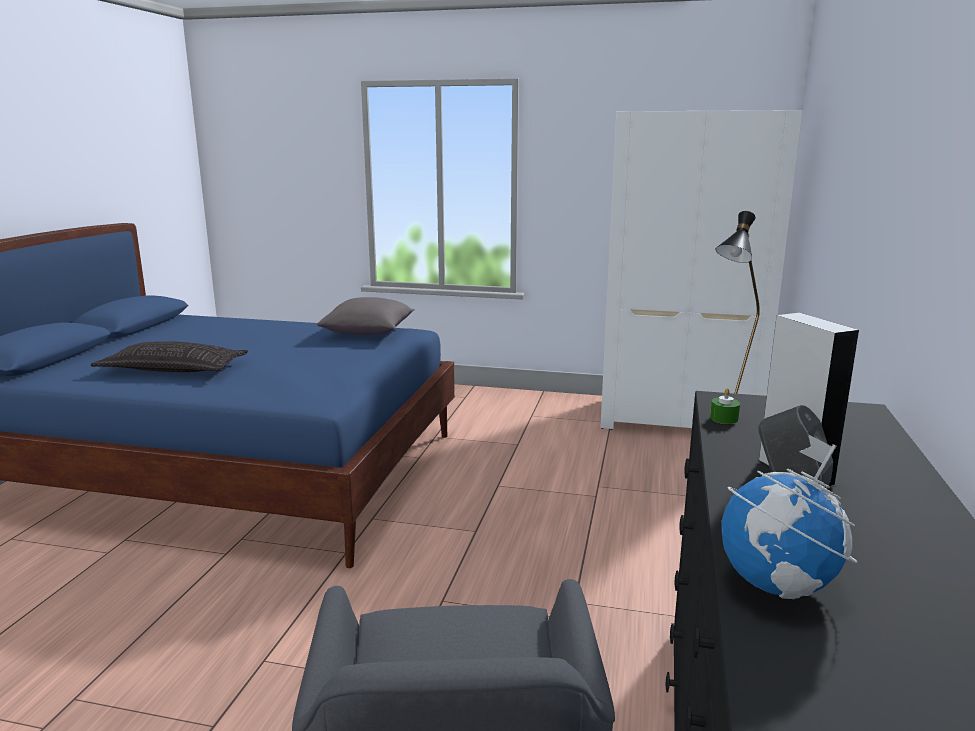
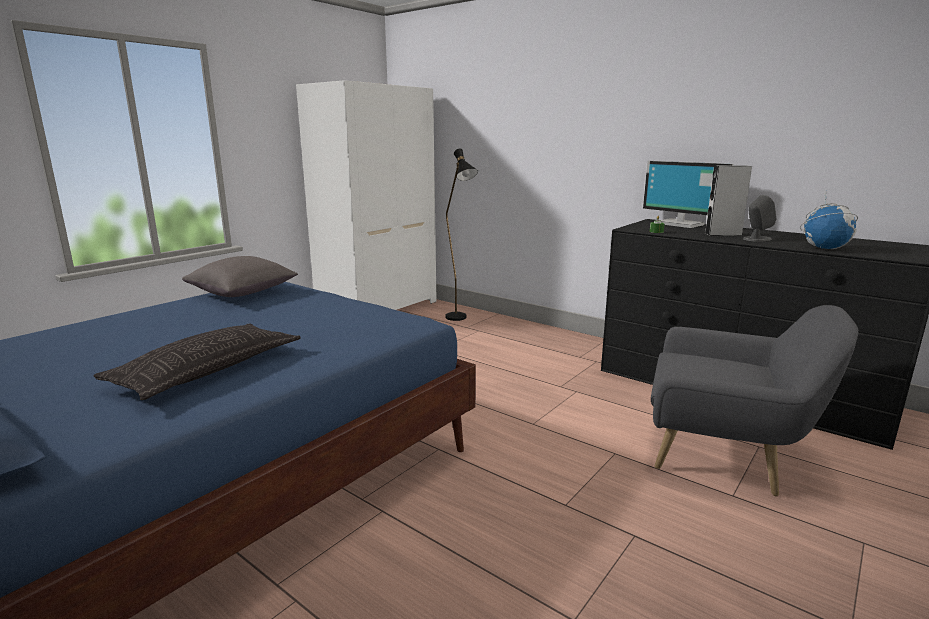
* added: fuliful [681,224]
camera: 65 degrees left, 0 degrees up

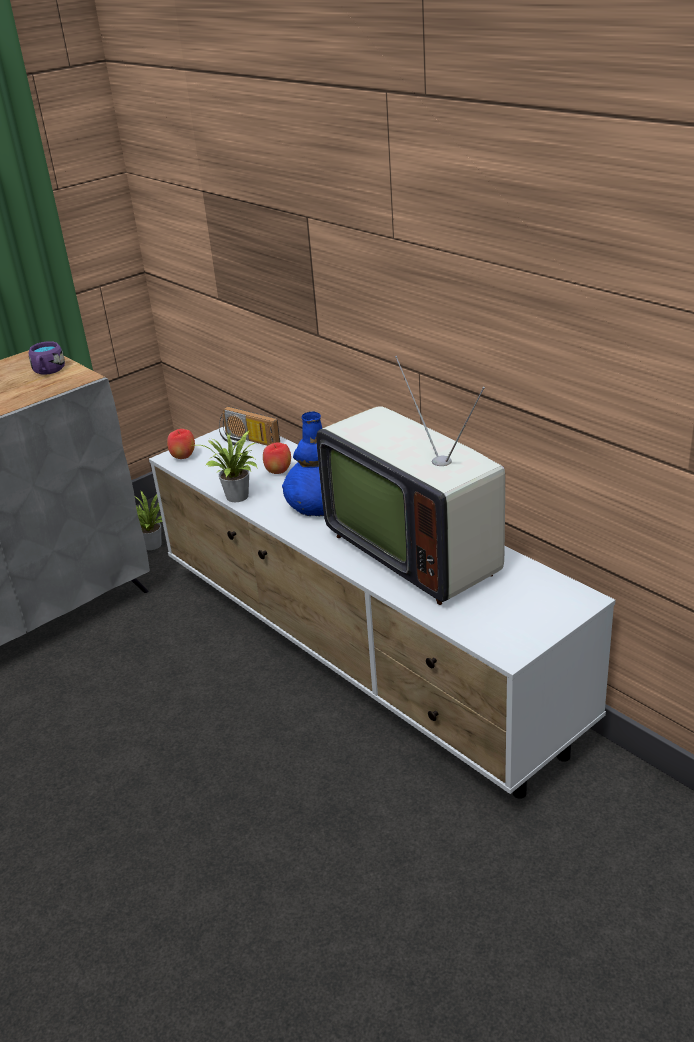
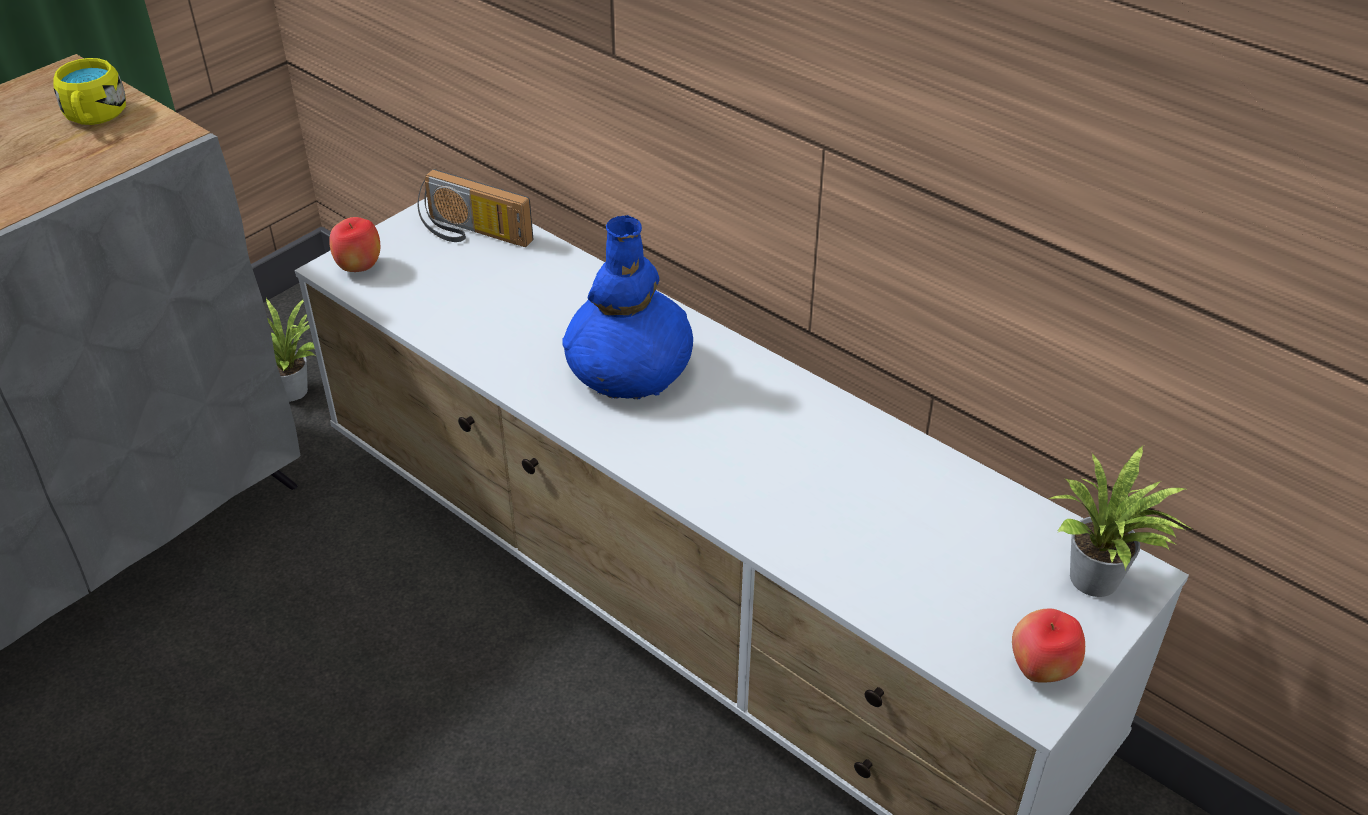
* removed: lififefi [416,550]
* moved: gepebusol [238,498] to [1098,583]
* moved: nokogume [278,472] to [1041,670]
* recoloured: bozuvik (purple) [48,371] to bozuvik (yellow) [94,117]
camera: 10 degrees left, 10 degrees up

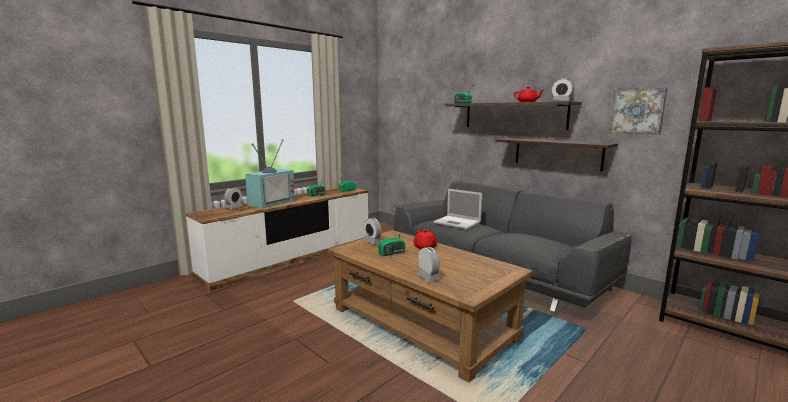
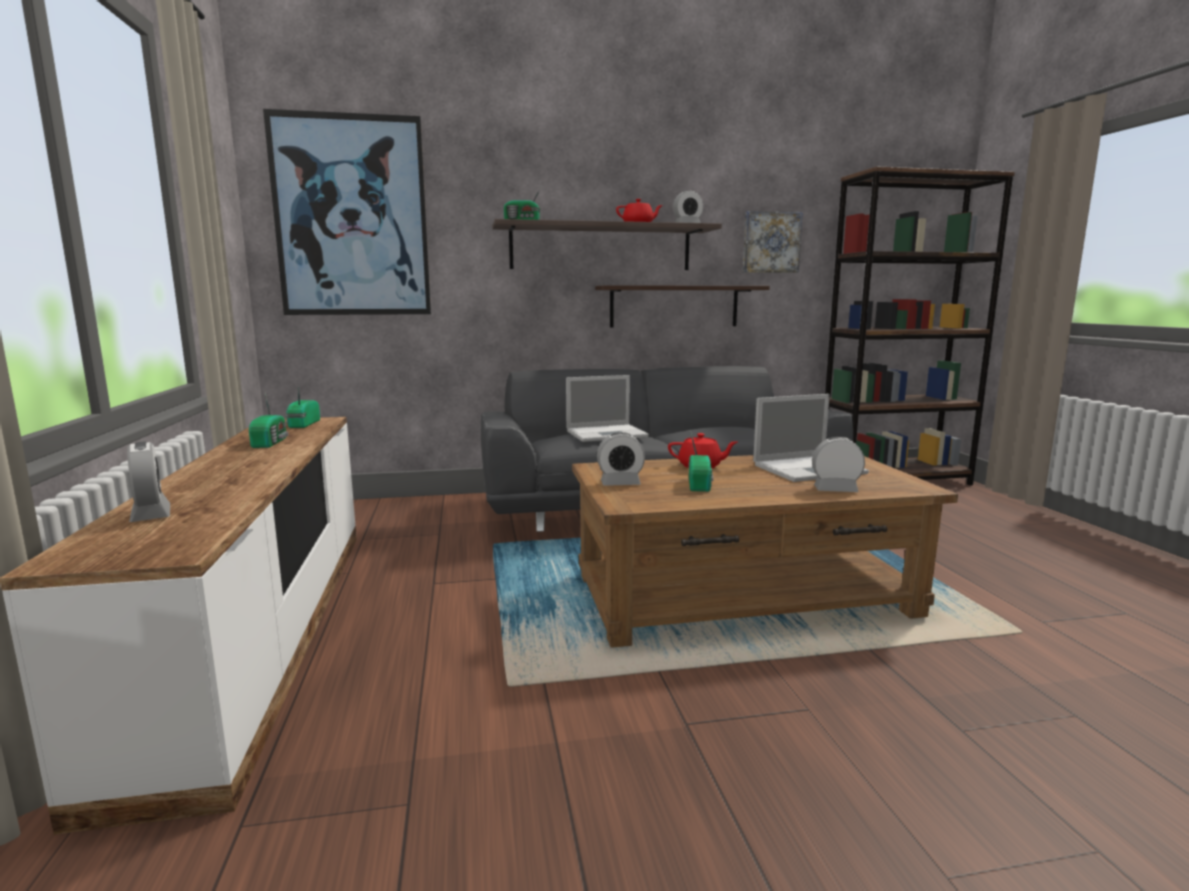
* removed: lififefi [271,202]
* added: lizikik [352,217]
* added: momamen [810,469]
camera: 55 degrees left, 0 degrees up

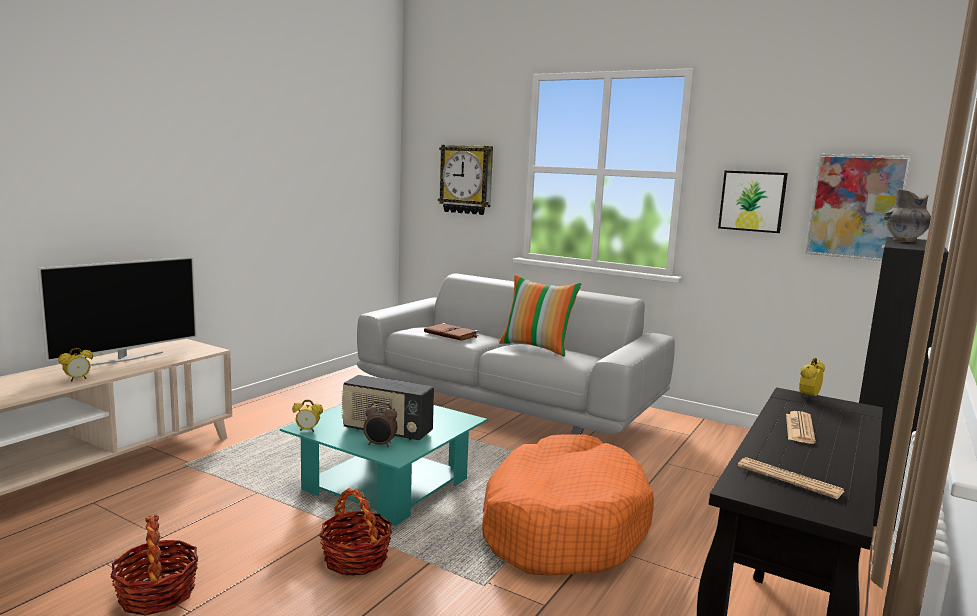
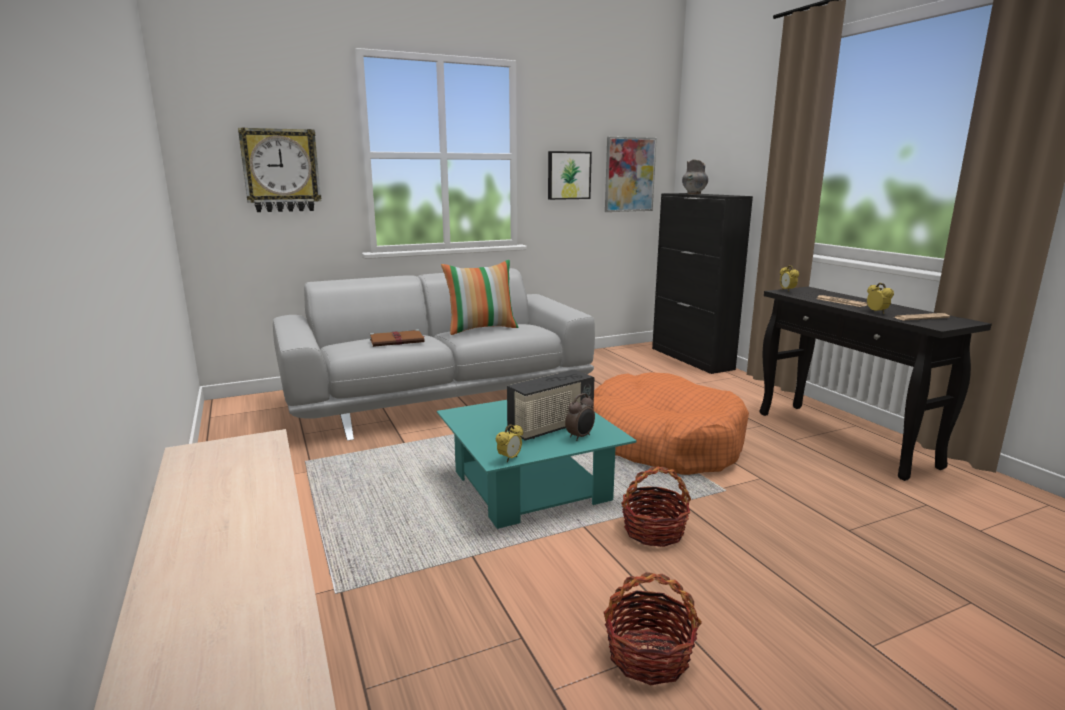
* removed: lififefi [125,359]
* moved: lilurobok [77,379] to [877,312]
camera: 55 degrees left, 5 degrees up

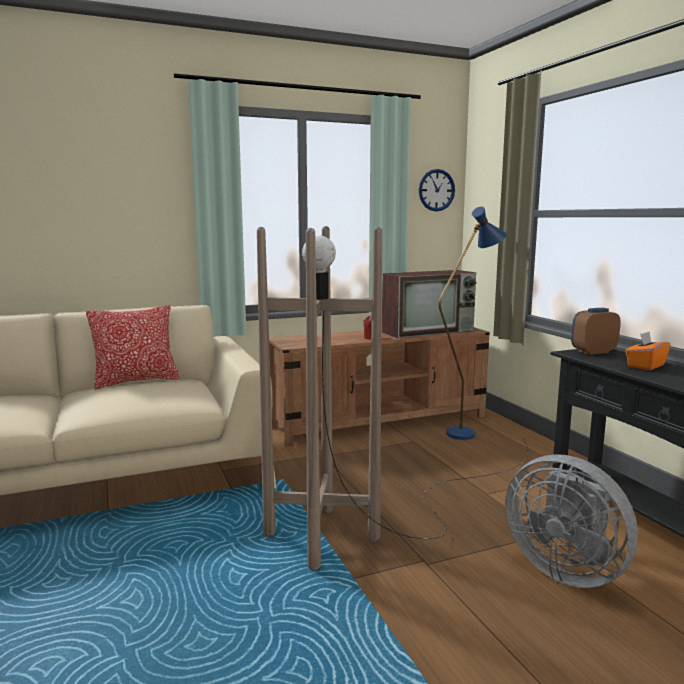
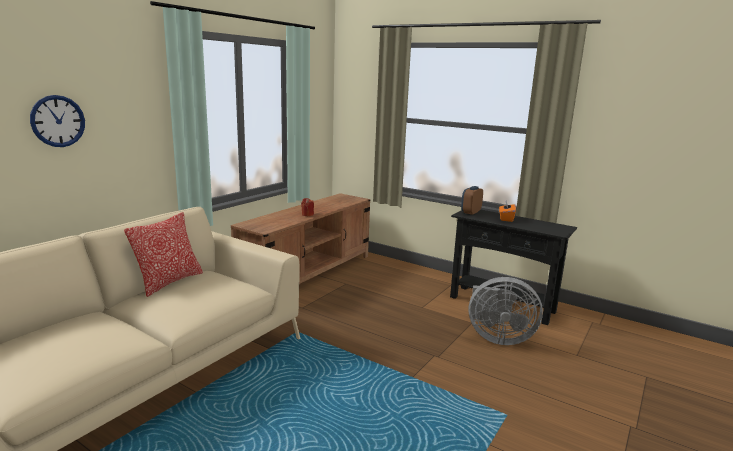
* removed: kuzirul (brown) [396,514]
* removed: lififefi [429,331]
* removed: kuzirul (blue) [468,432]
* moved: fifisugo [436,190] to [58,121]
camera: 35 degrees left, 5 degrees up

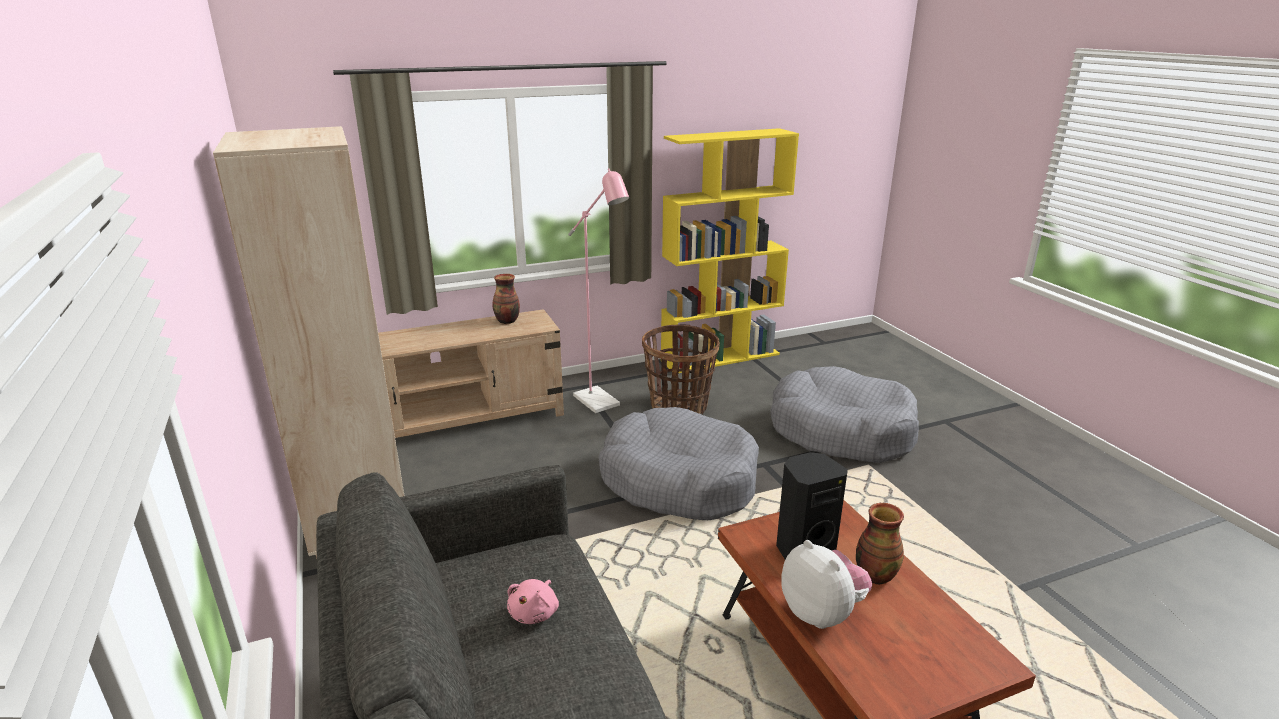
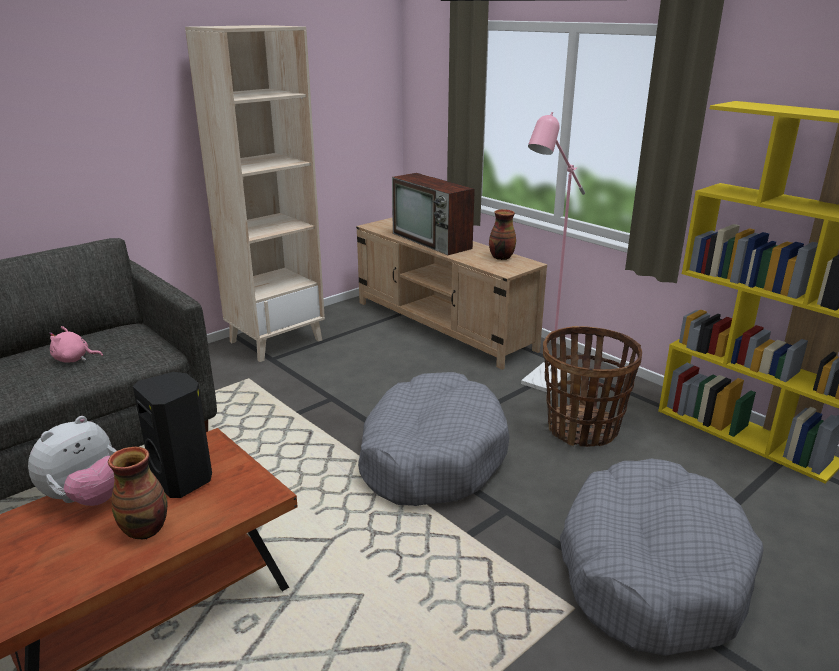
* added: lififefi [433,241]
camera: 70 degrees right, 0 degrees up

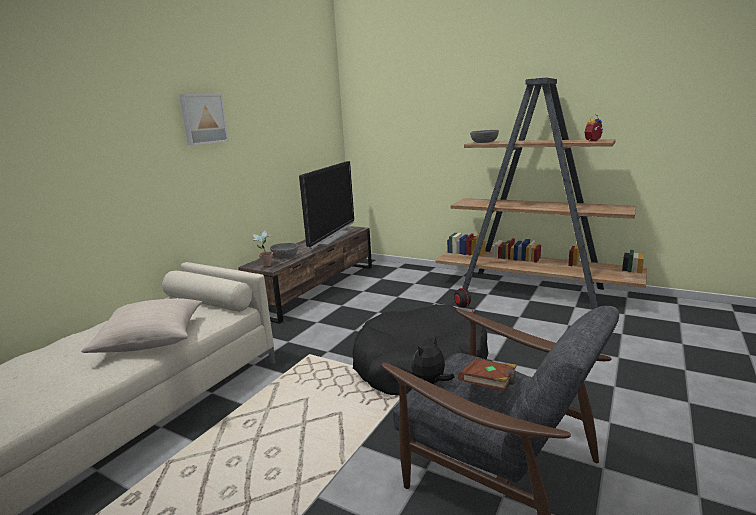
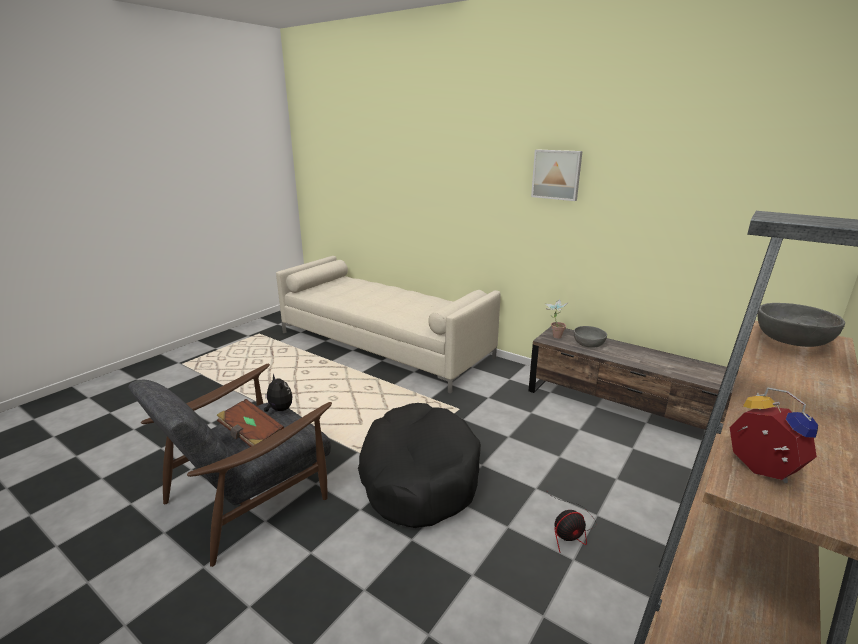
* removed: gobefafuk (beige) [151,339]
* removed: lififefi [330,238]
camera: 95 degrees right, 5 degrees up

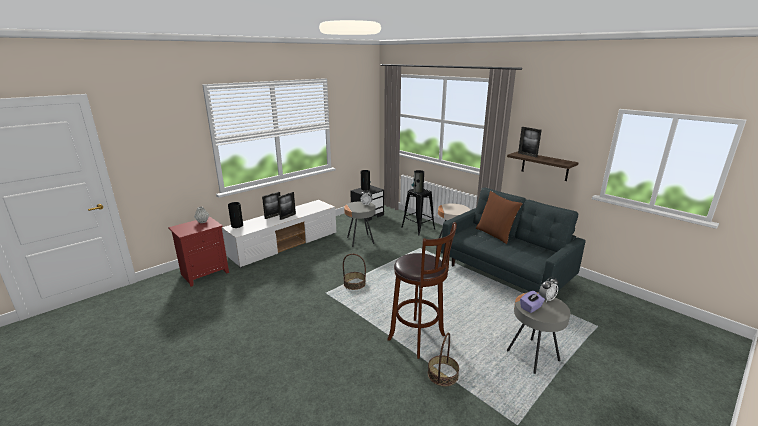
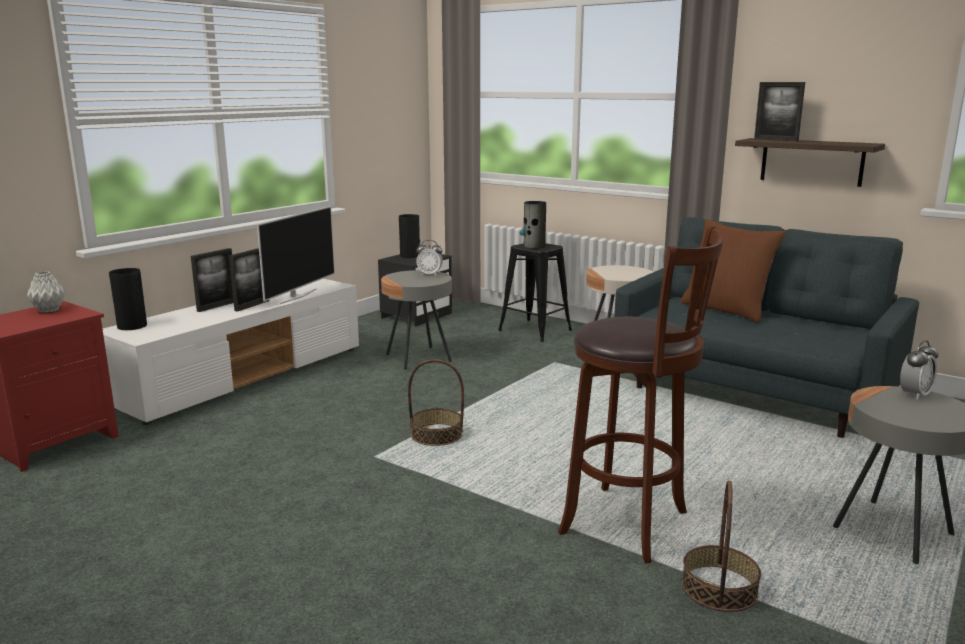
* removed: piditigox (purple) [531,307]
* added: lififefi [297,296]
camera: 10 degrees left, 5 degrees down

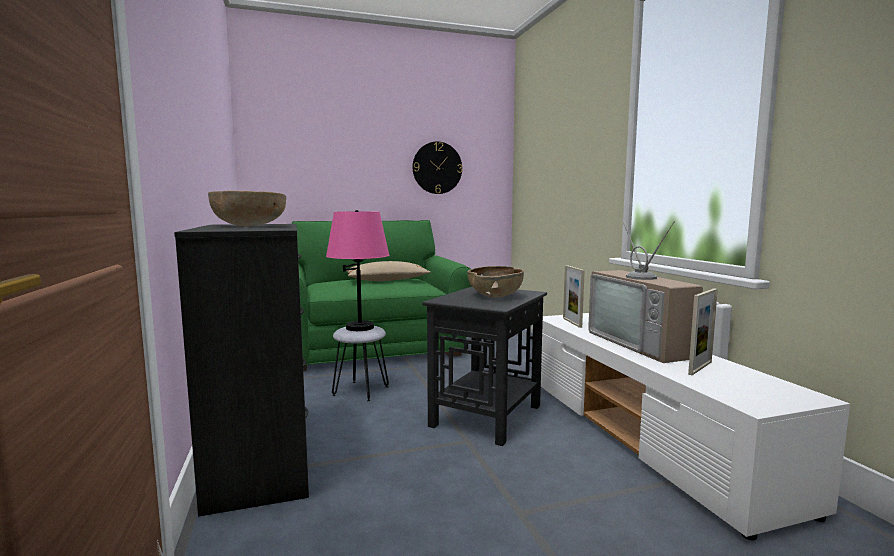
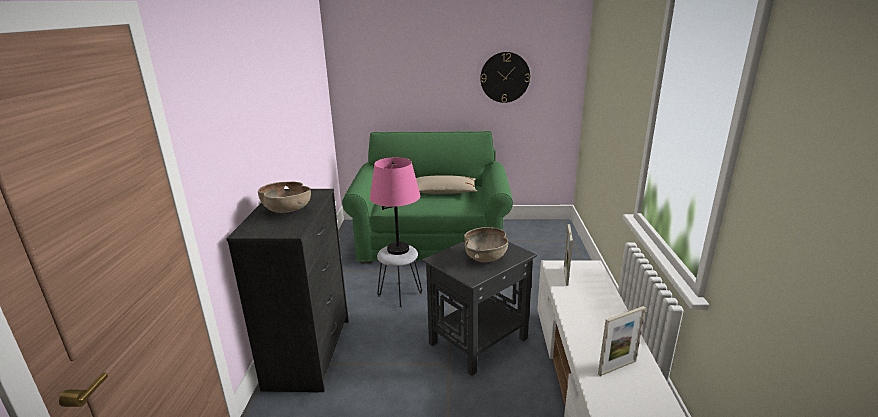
* removed: lififefi [645,344]
camera: 20 degrees right, 15 degrees up

